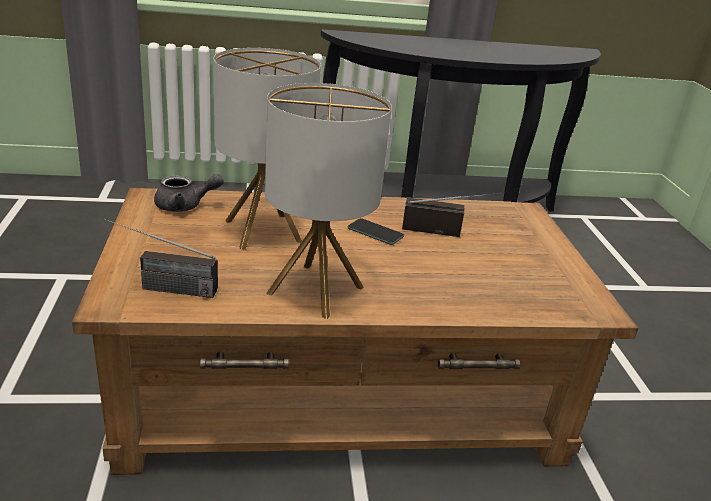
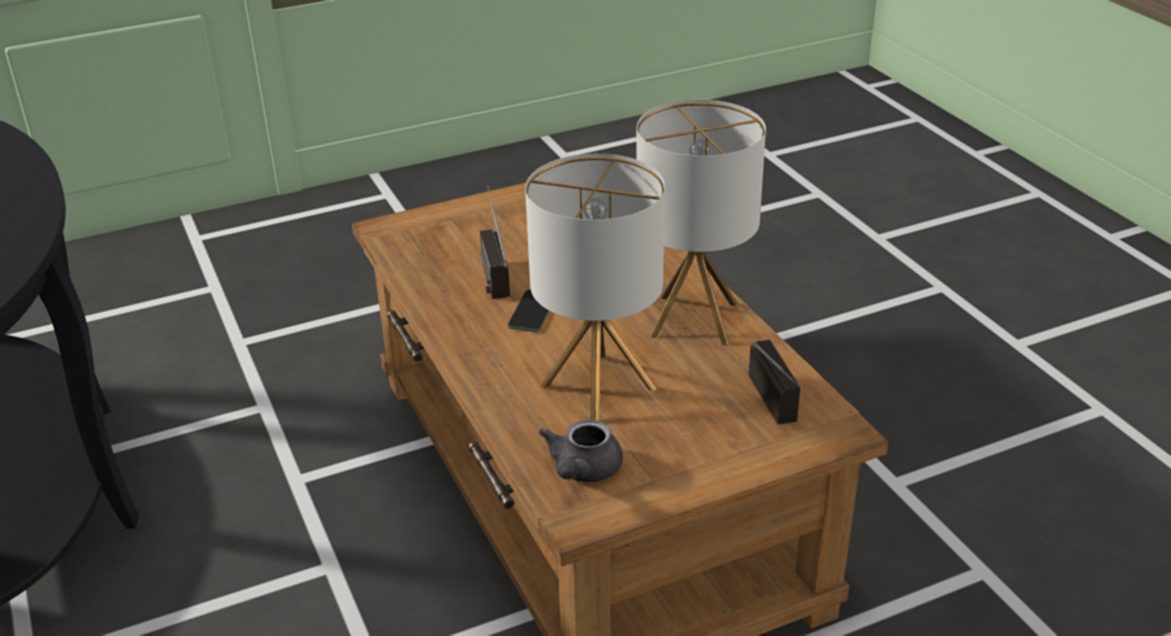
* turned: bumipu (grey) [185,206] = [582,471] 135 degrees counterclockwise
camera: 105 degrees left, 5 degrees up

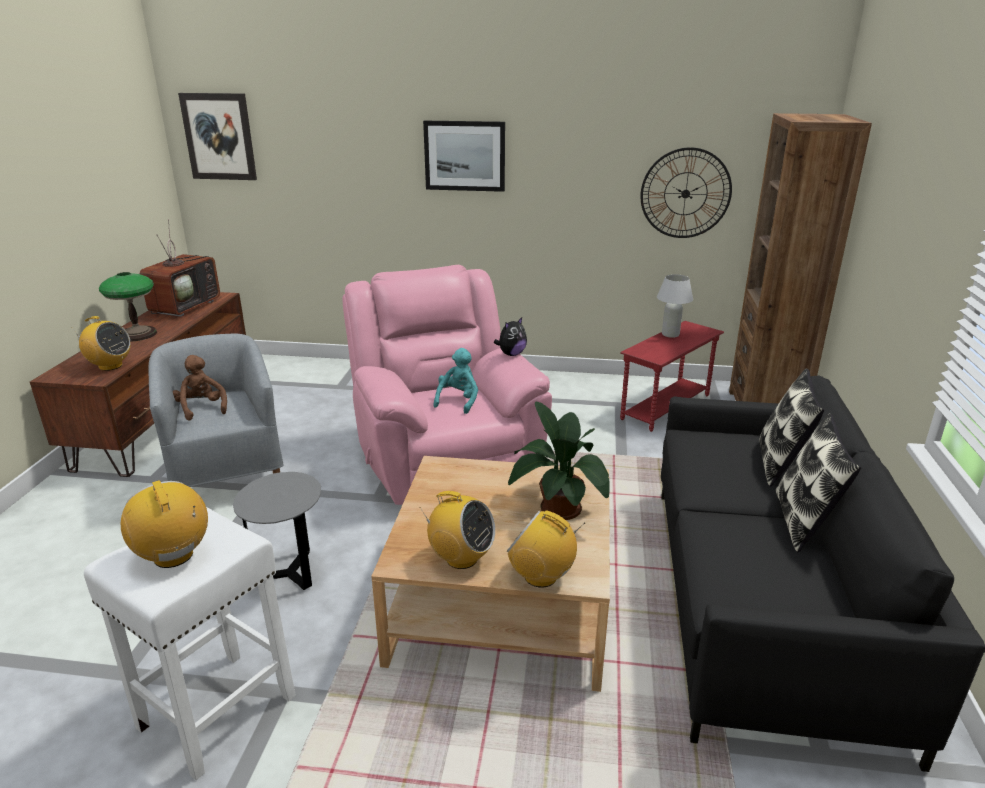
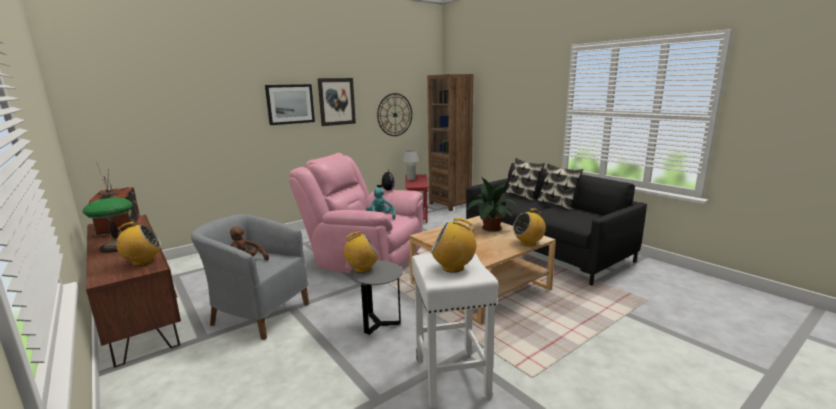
* moved: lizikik [219,137] to [336,101]
* moved: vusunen [461,558] to [362,269]
camera: 45 degrees left, 10 degrees down

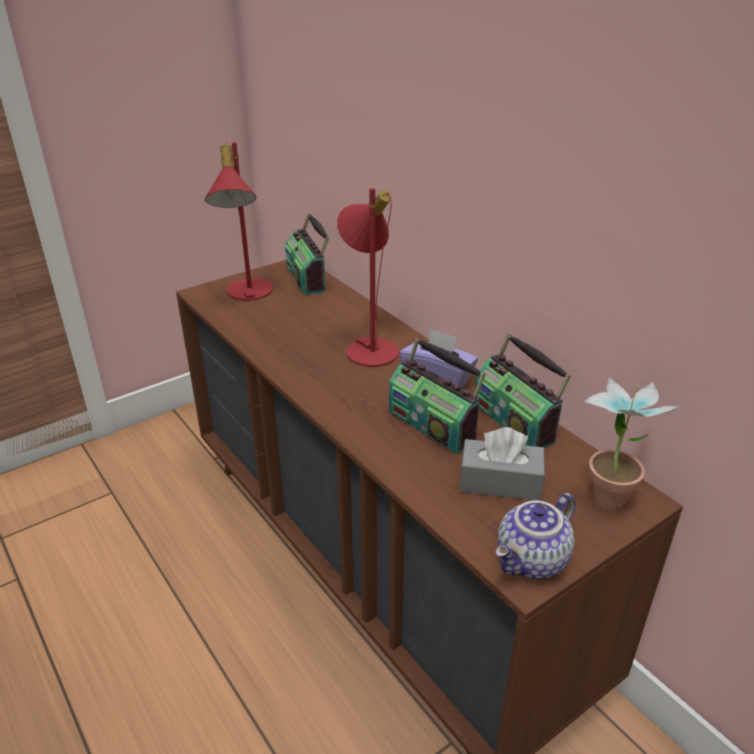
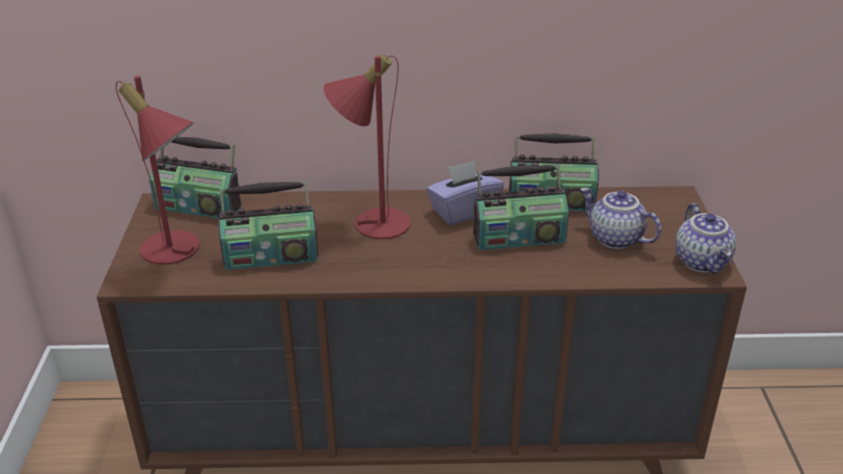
* removed: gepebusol [610,494]
* added: vusunen [271,256]
* replaced: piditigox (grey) [500,482] to bumipu [614,239]
camera: 55 degrees left, 0 degrees up

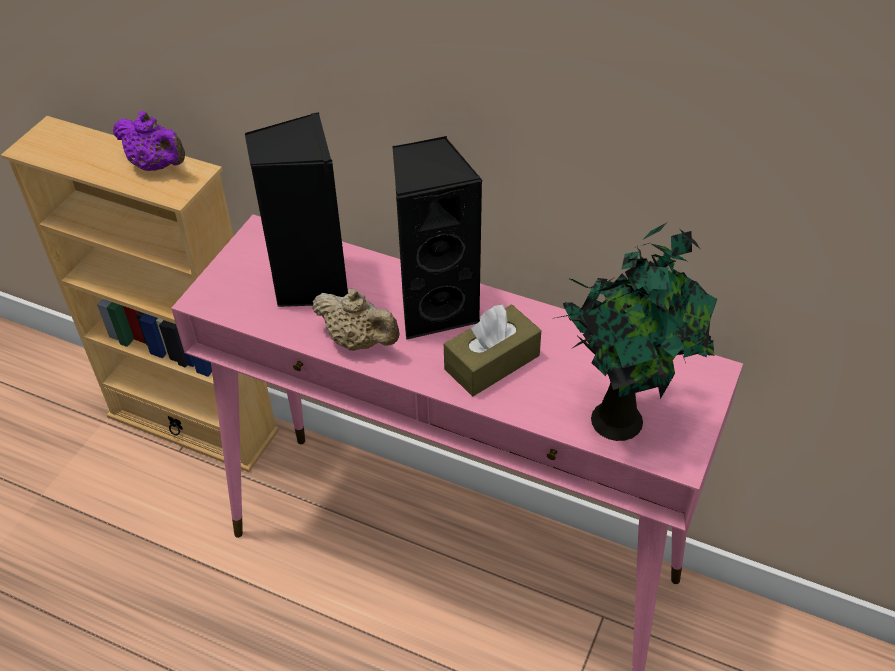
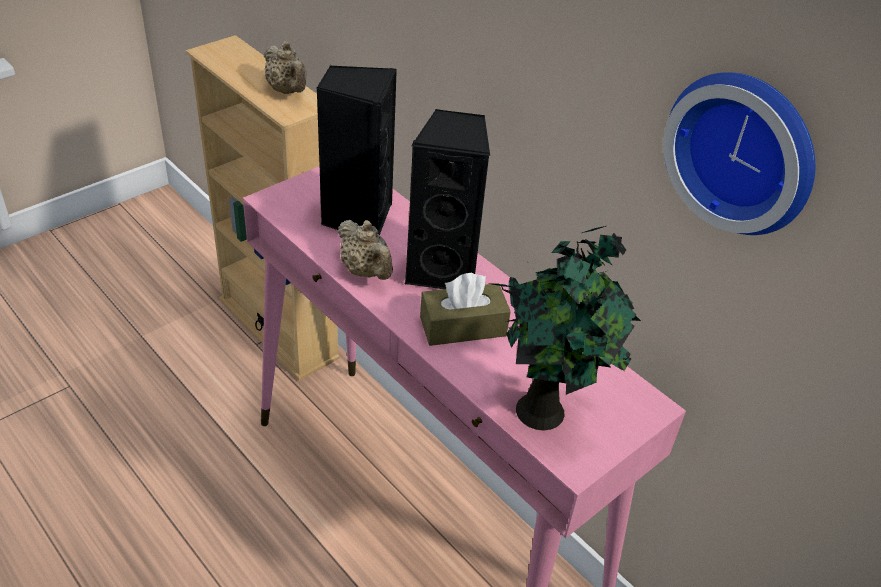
* added: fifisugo [745,150]
* recoloured: bumipu (purple) [157,165] to bumipu (beige) [288,91]
camera: 20 degrees right, 5 degrees down

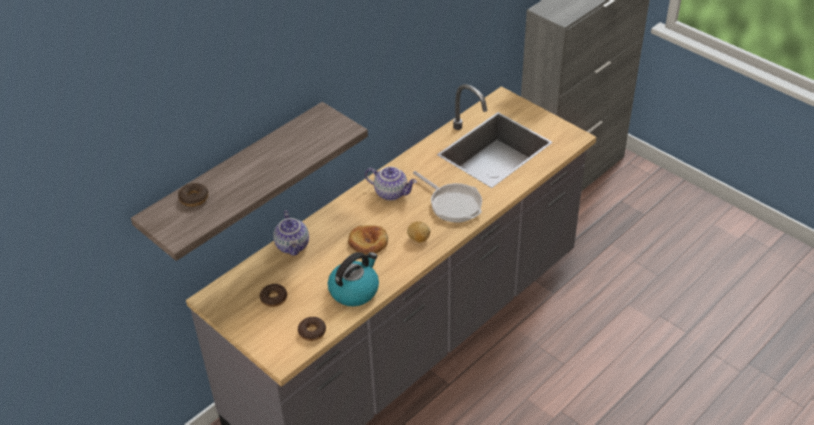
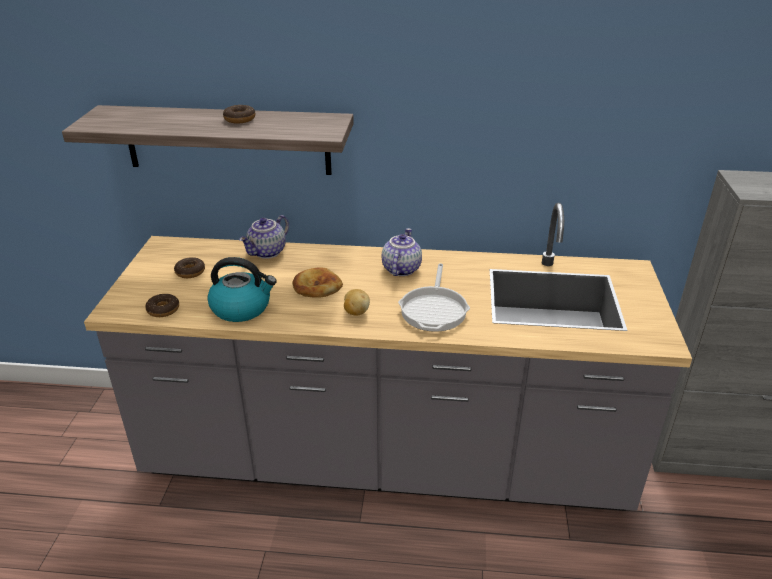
* moved: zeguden [194,198] to [239,119]
* turned: bumipu [391,192] = [400,269] 150 degrees counterclockwise
camera: 50 degrees right, 10 degrees down

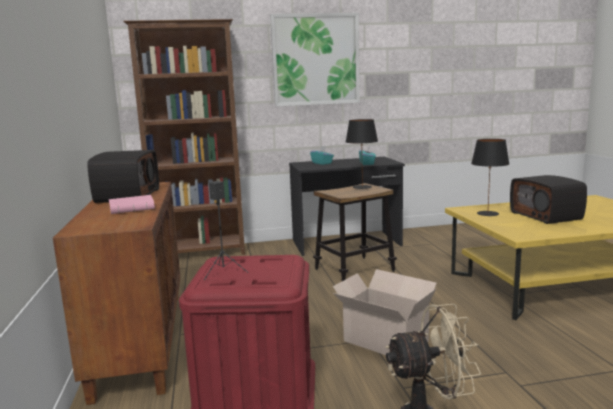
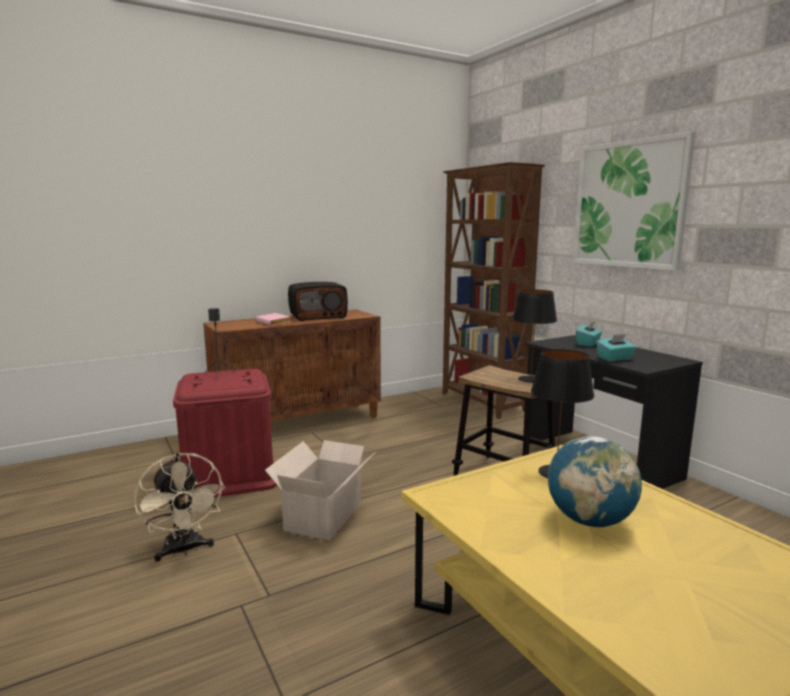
* replaced: vusunen [546,216] to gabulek [589,521]
camera: 70 degrees right, 0 degrees up

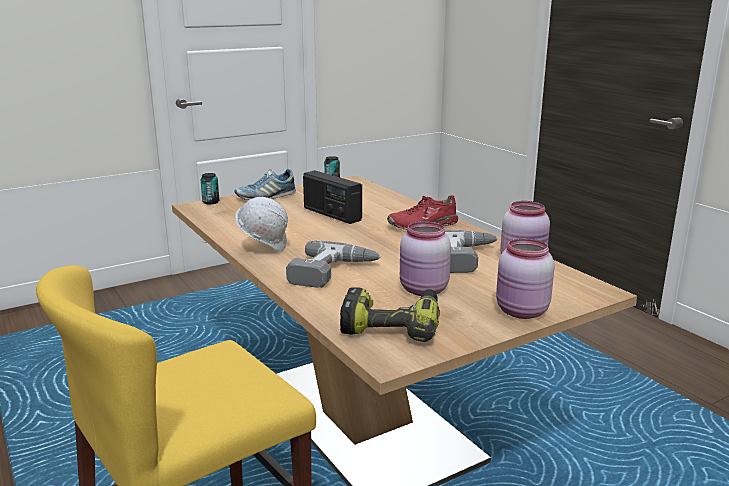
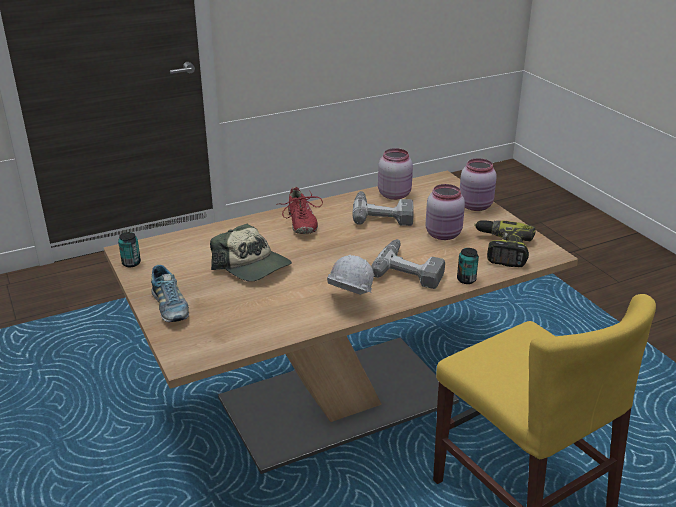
* moved: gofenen [211,202] to [466,280]
* replaced: vusunen [331,214] to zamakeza [252,266]
camera: 85 degrees left, 10 degrees up

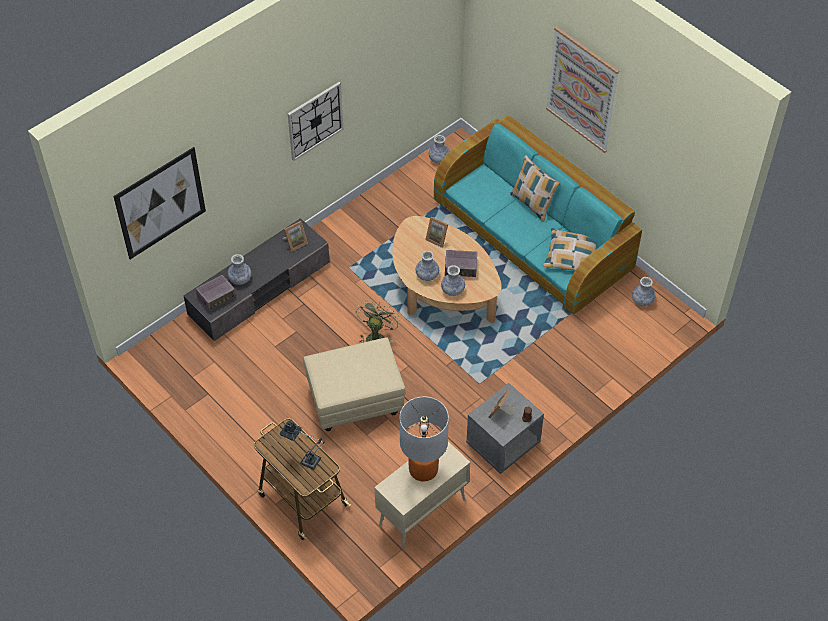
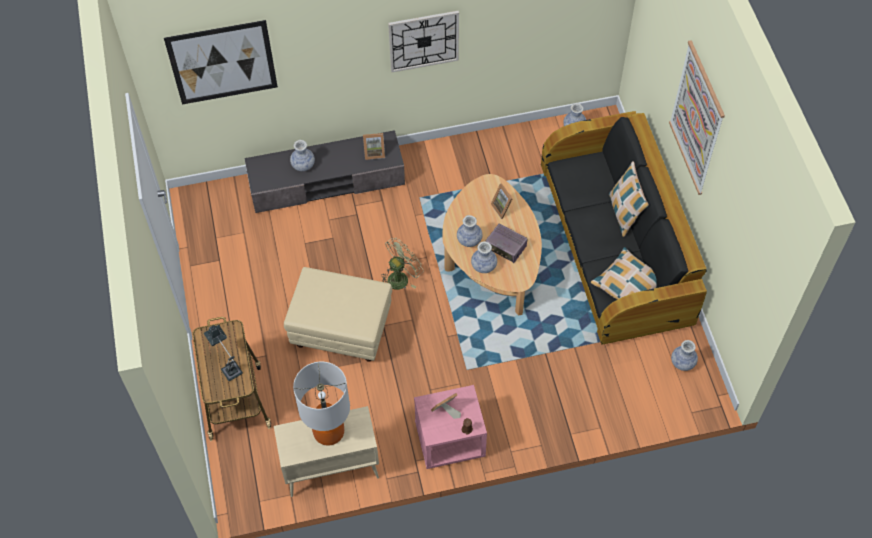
* removed: vusunen [216,297]
* recoloured: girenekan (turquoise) [533,236] to girenekan (black) [616,246]
* recoloured: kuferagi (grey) [502,444] to kuferagi (pink) [449,440]
camera: 30 degrees right, 5 degrees up

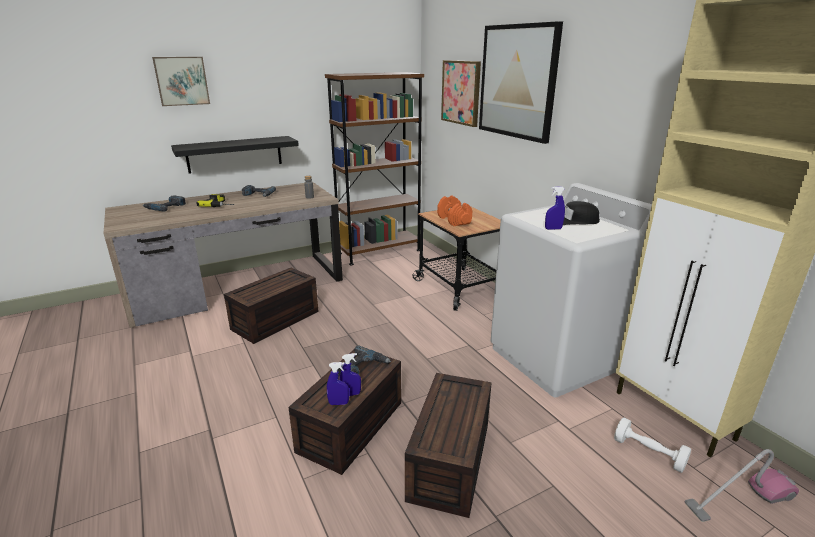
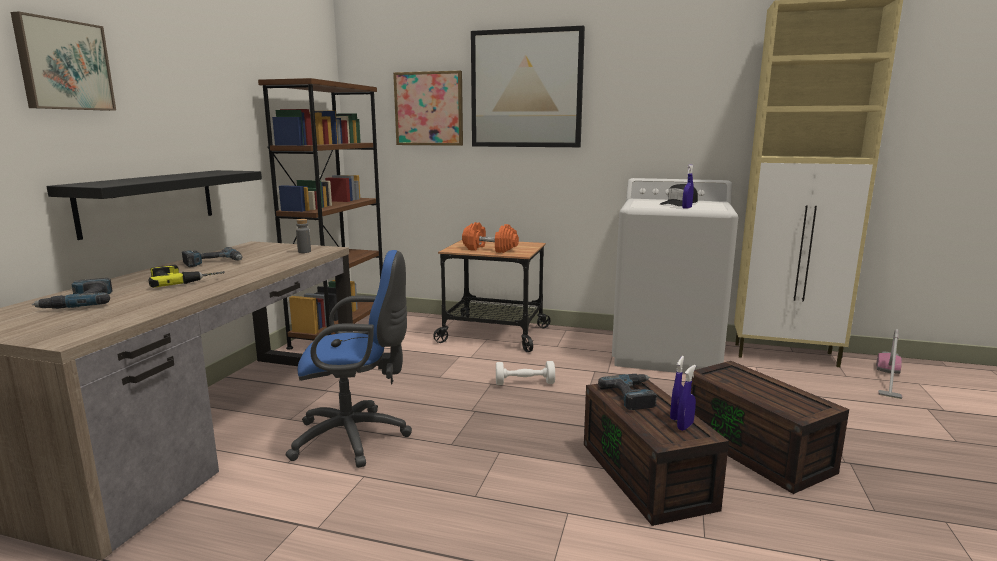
* moved: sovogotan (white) [648,453] to [524,383]
* replaced: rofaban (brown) [275,321] to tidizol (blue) [356,438]
camera: 45 degrees left, 10 degrees down

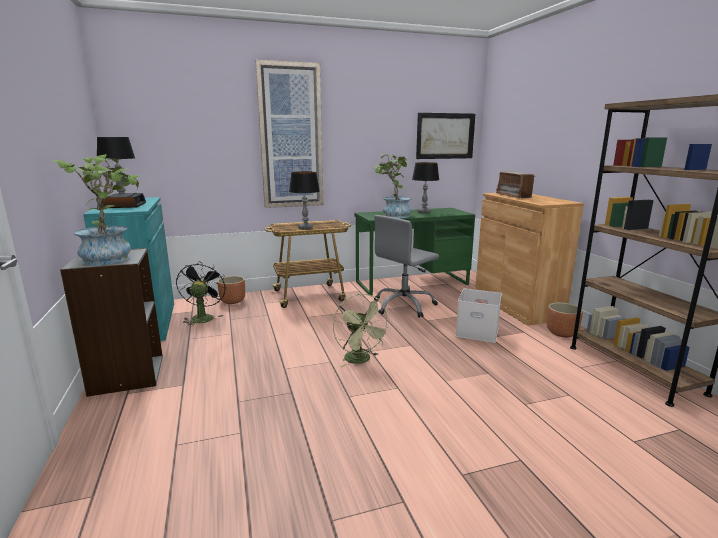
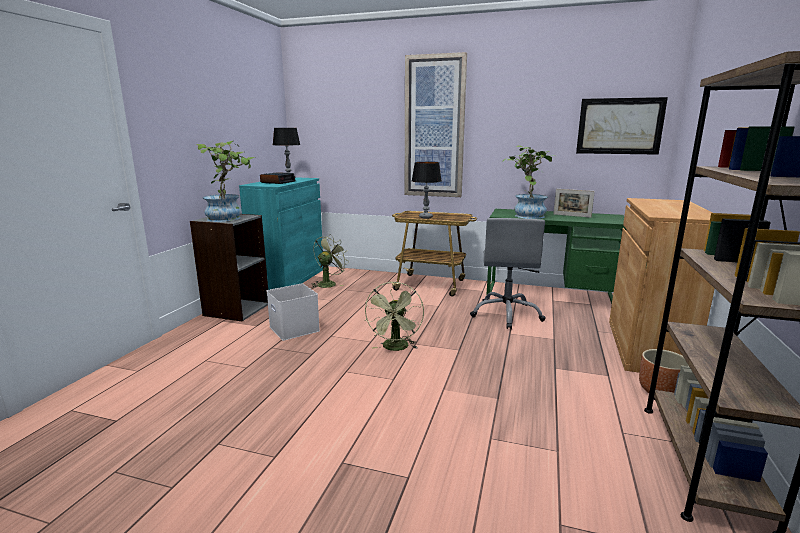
* removed: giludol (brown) [233,301]
* removed: vusunen [514,196]
* moved: rofaban (white) [478,331] to [295,329]
* replaced: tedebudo [424,212] to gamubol [572,215]
* recoloured: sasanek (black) [202,317] to sasanek (green) [328,283]
* turned: tidizol (grey) [404,305] = [507,314] 75 degrees counterclockwise
camera: 35 degrees right, 0 degrees up

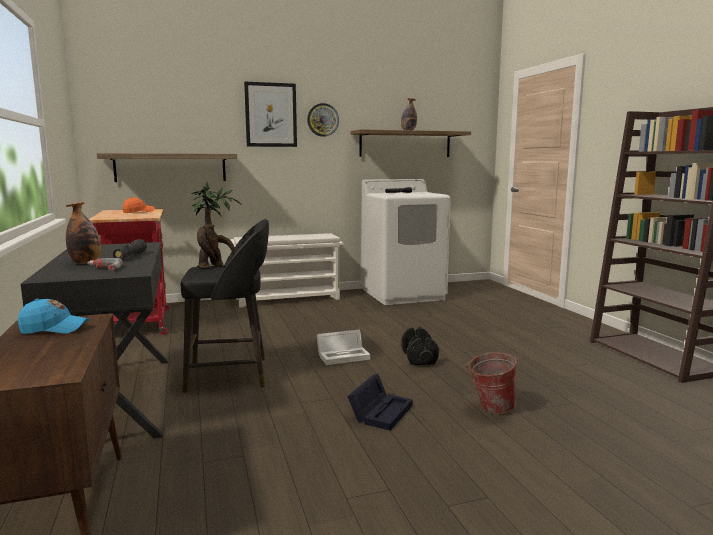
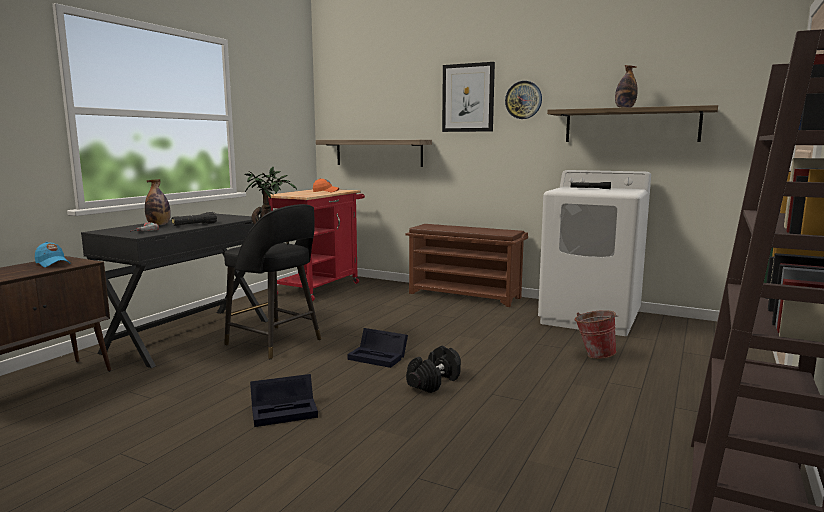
* moved: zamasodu [490,409] to [593,355]
* recoloured: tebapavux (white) [288,298] to tebapavux (brown) [465,295]
* recoloured: rofaban (white) [344,355] to rofaban (black) [379,357]
camera: 45 degrees right, 0 degrees up

